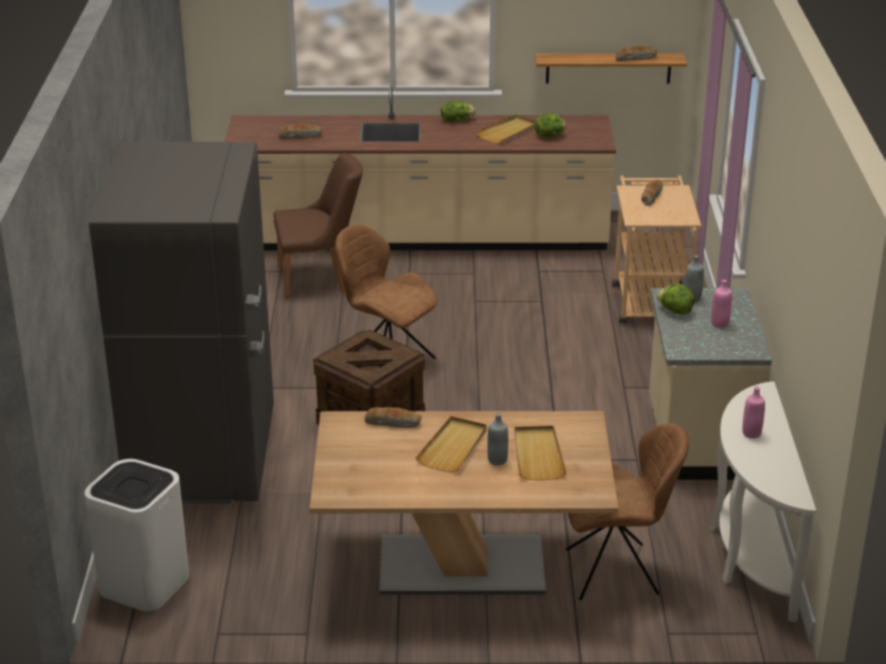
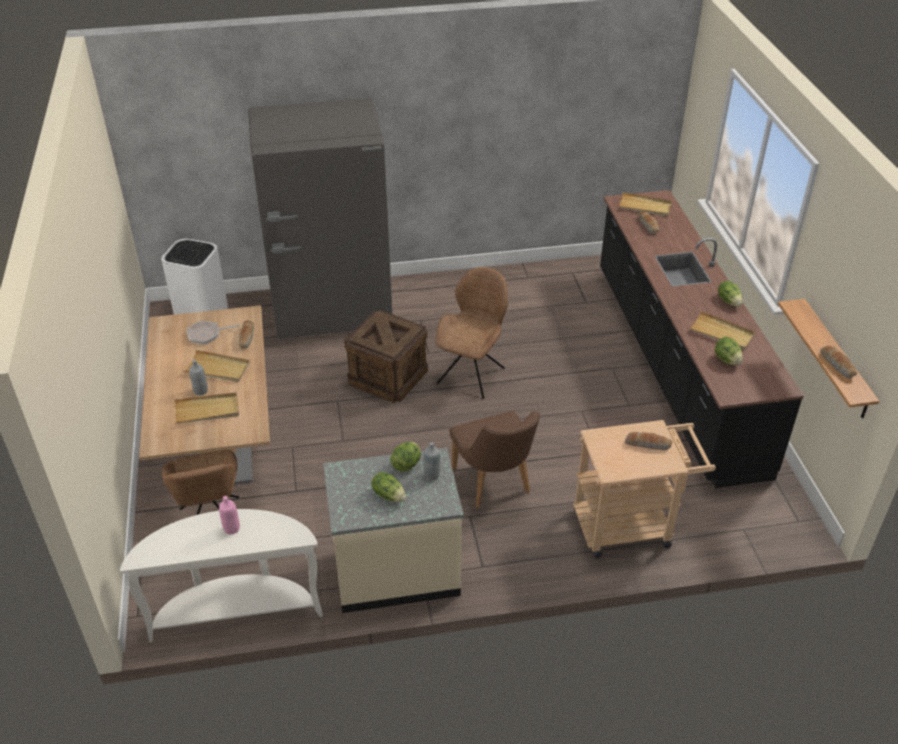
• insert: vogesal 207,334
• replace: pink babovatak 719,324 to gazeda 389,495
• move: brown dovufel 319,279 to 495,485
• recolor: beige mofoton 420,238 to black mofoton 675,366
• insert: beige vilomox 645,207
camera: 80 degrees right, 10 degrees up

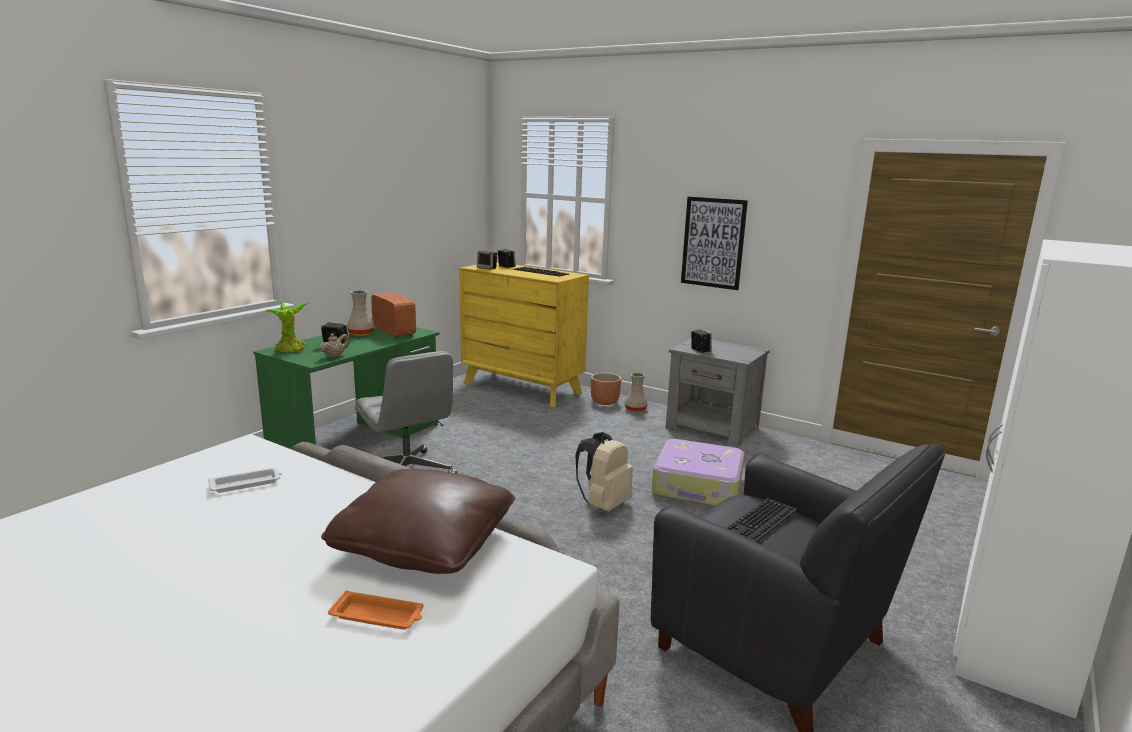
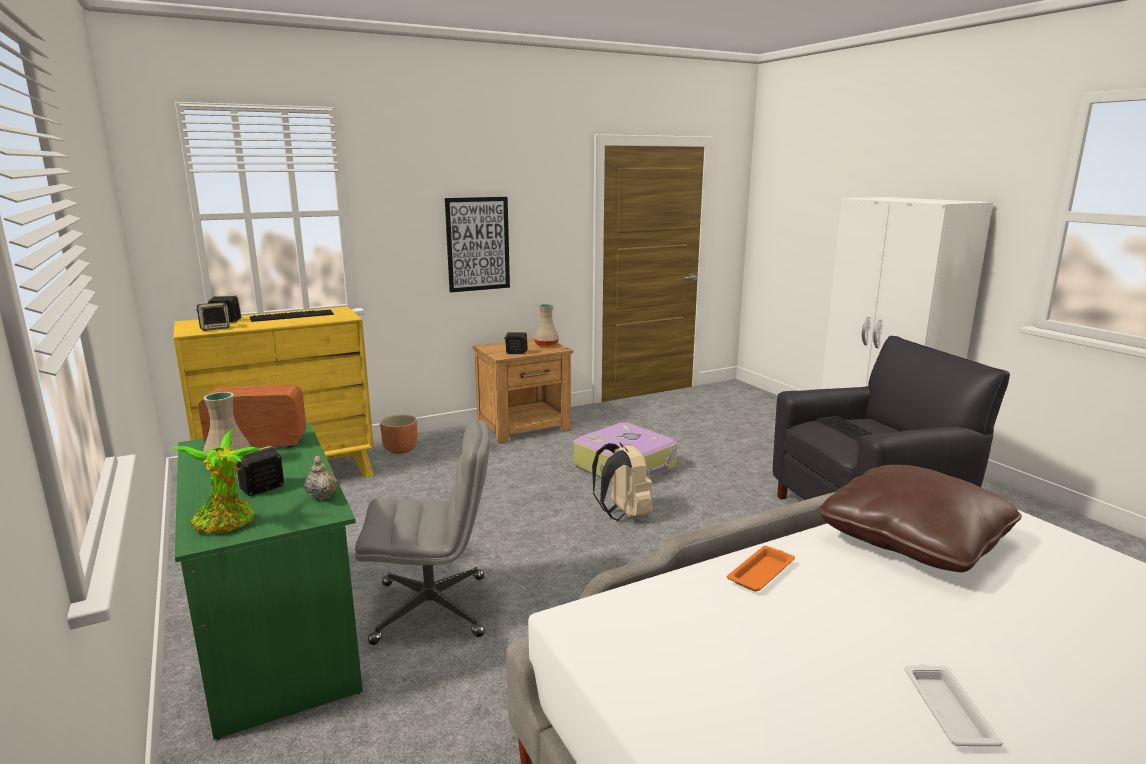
• recolor: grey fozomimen 713,428 to brown fozomimen 525,427
• move: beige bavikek 635,409 to 546,345
• move: orange vilomox 378,616 to 762,572
• move: white vilomox 246,483 to 947,709
camera: 60 degrees left, 0 degrees up

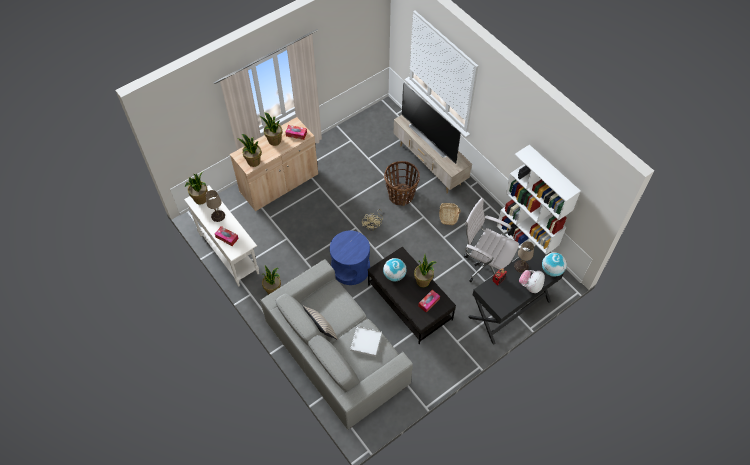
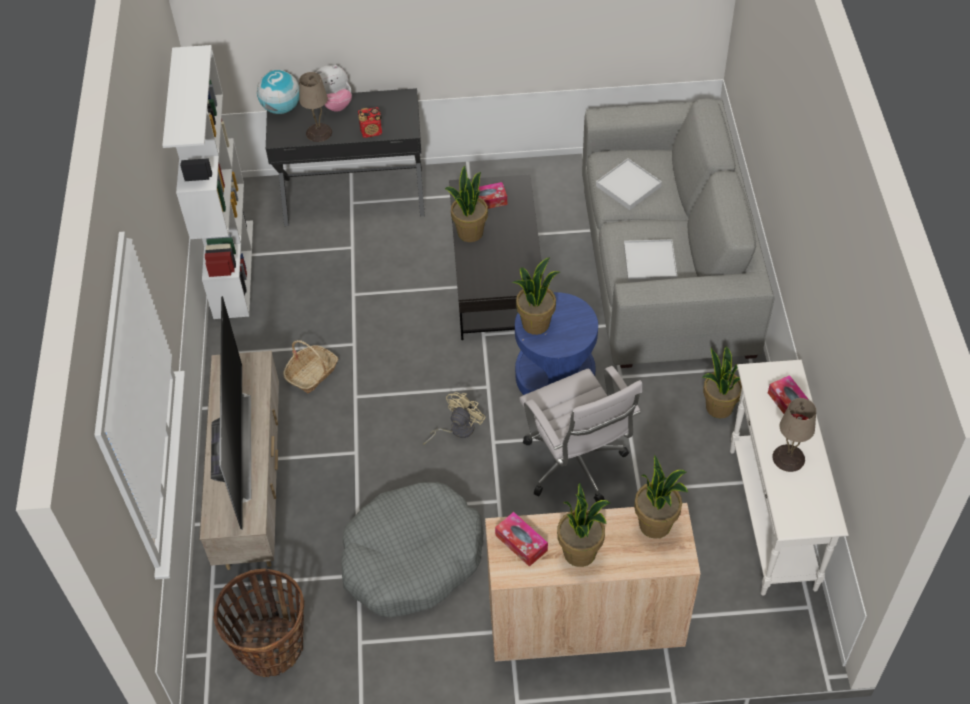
• move: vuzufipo 401,195 to 271,647
• insert: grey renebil 411,558
• move: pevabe 201,199 to 535,323
• move: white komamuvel 484,265 to 576,466
• insert: white vilomox 650,263
• delete: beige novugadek 321,330
• delete: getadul 394,275
camera: 145 degrees left, 5 degrees down

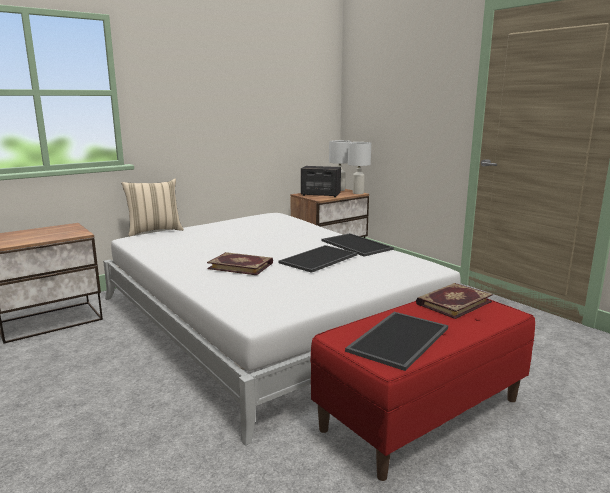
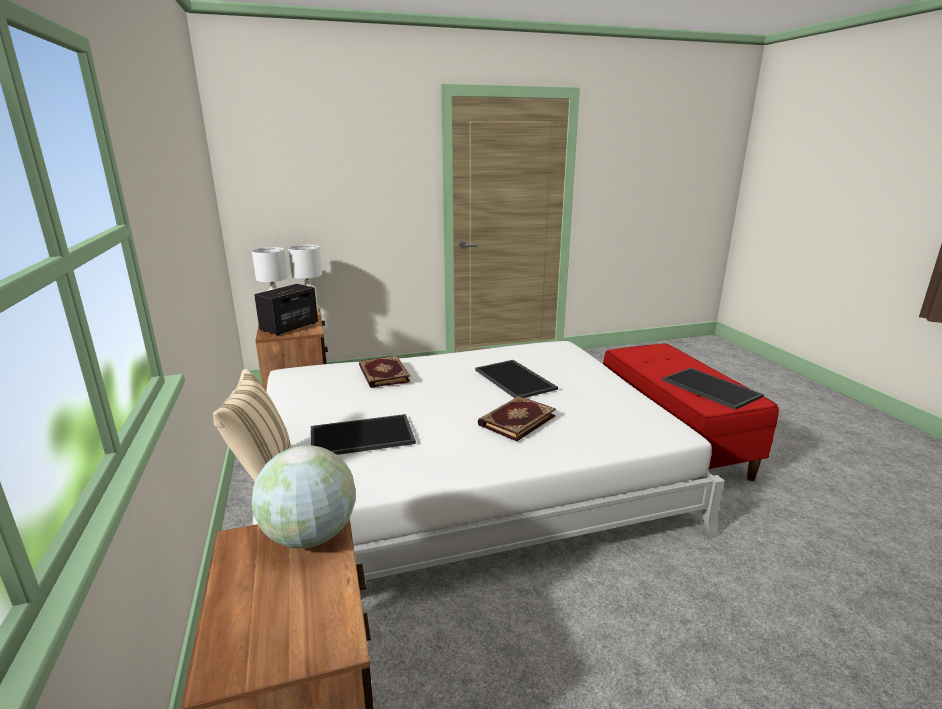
• insert: getadul 310,535
• move: vilomox 355,245 to 361,437
• move: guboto 453,302 to 383,374
camera: 70 degrees left, 5 degrees up

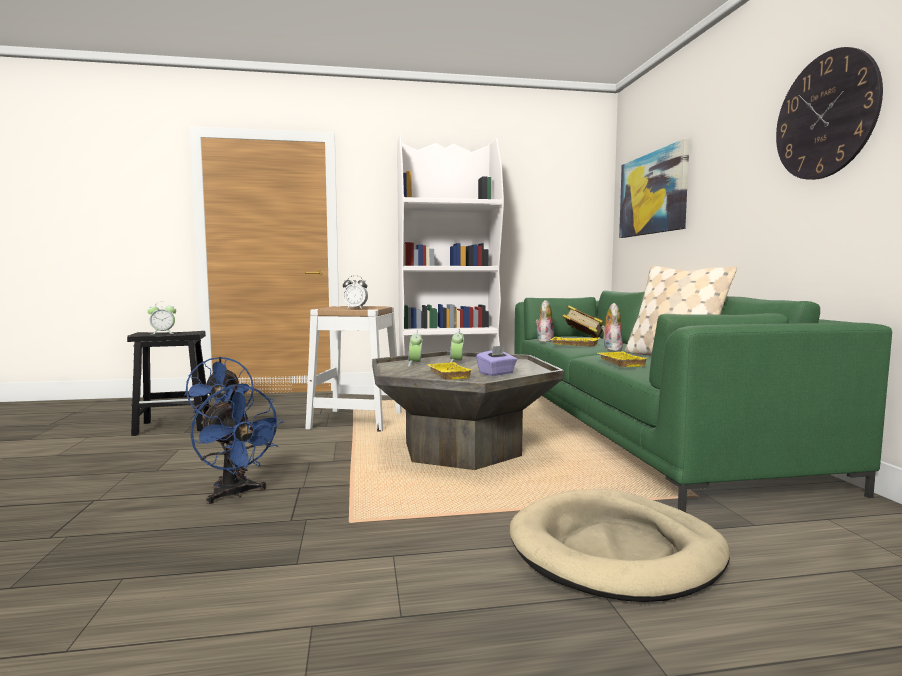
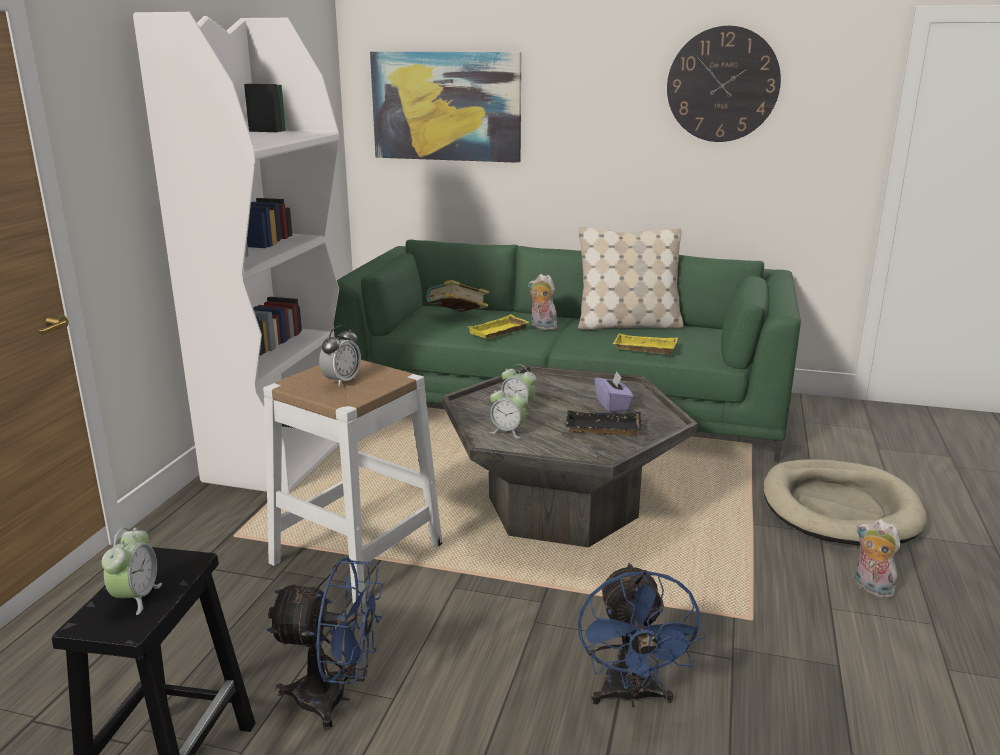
• recolor: yellow vilomox 447,374 to black vilomox 602,429
• rotate: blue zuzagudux 235,494 = 630,696 105 degrees clockwise
• move: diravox 544,340 to 871,589
camera: 65 degrees left, 15 degrees up

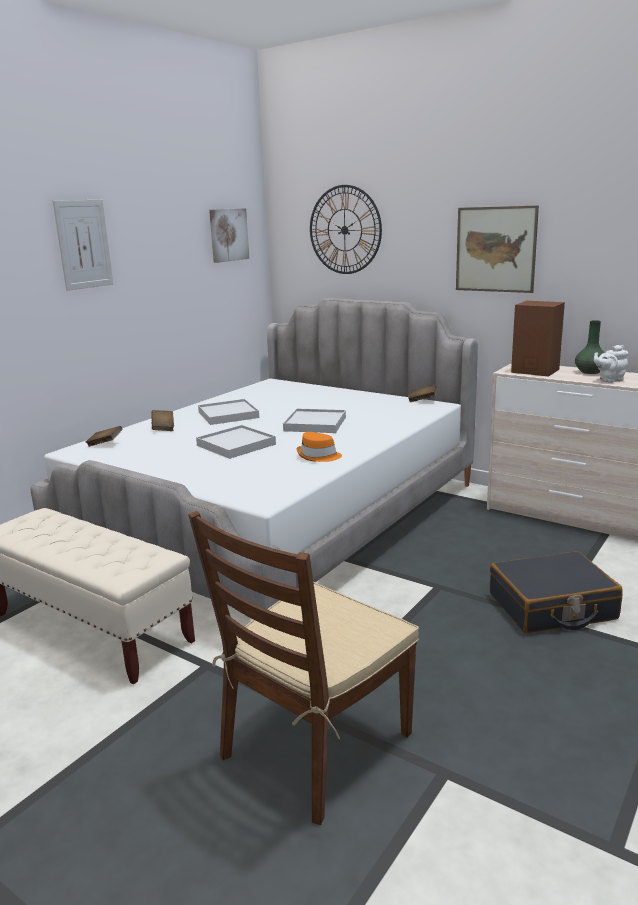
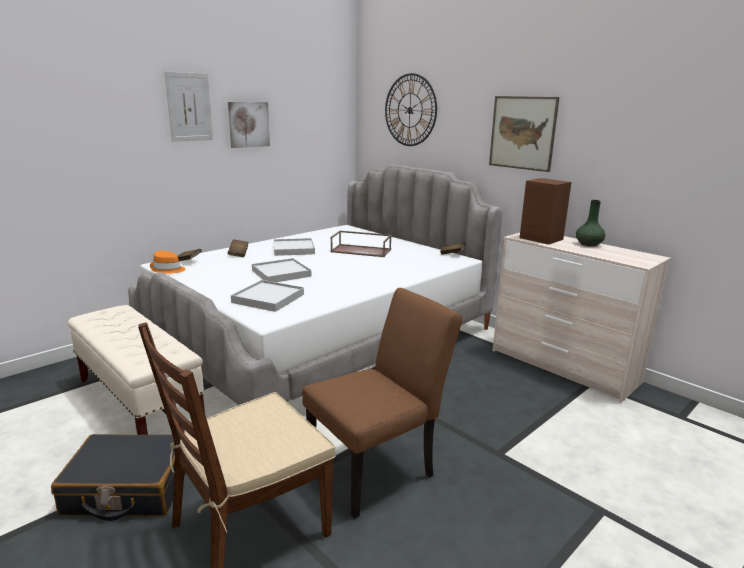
• move: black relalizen 552,607 to 128,489
• move: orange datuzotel 318,456 to 167,269
• move: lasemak 228,235 to 248,124
• move: white vilomox 315,424 to 268,298
• insert: brown dovufel 378,468
• insert: brown vilomox 361,250
• delete: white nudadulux 609,380
camera: 10 degrees right, 0 degrees up

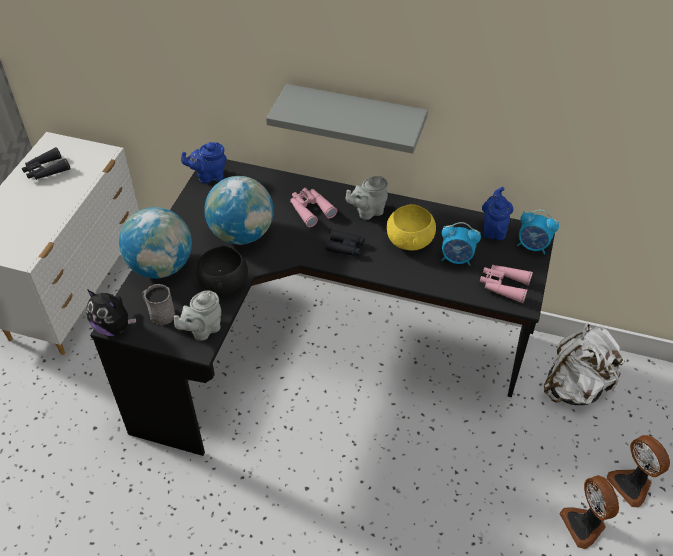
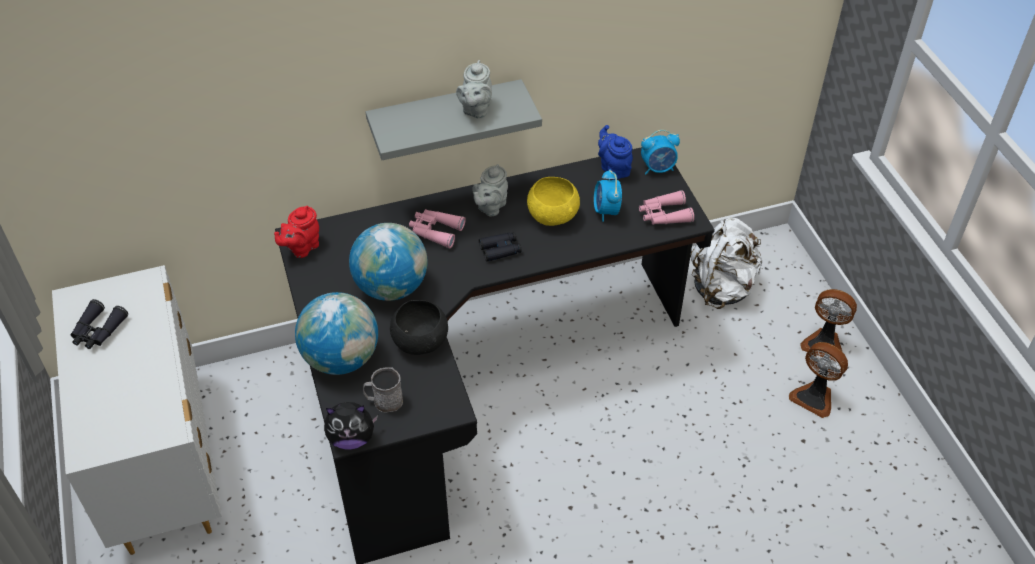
• recolor: blue nudadulux 209,176 to red nudadulux 301,248
• move: grey nudadulux 202,330 to 475,110
• rotate: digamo 457,259 = 606,211 105 degrees clockwise
camera: 35 degrees left, 0 degrees up

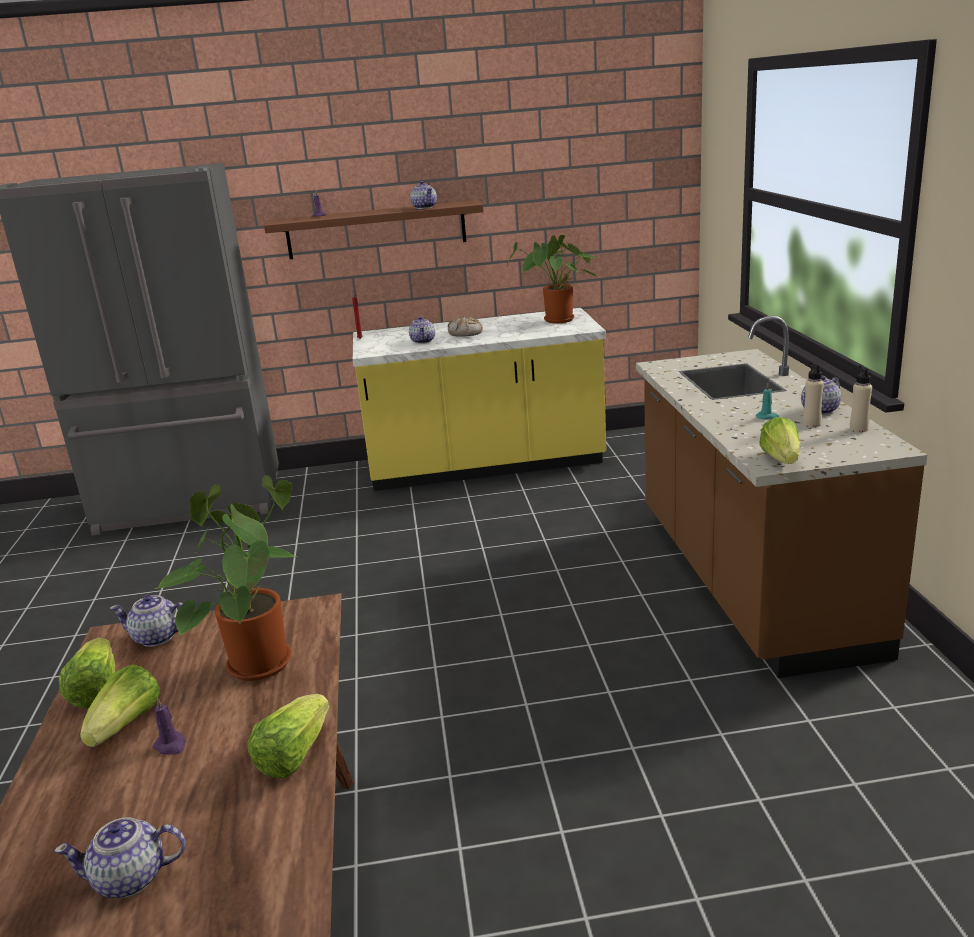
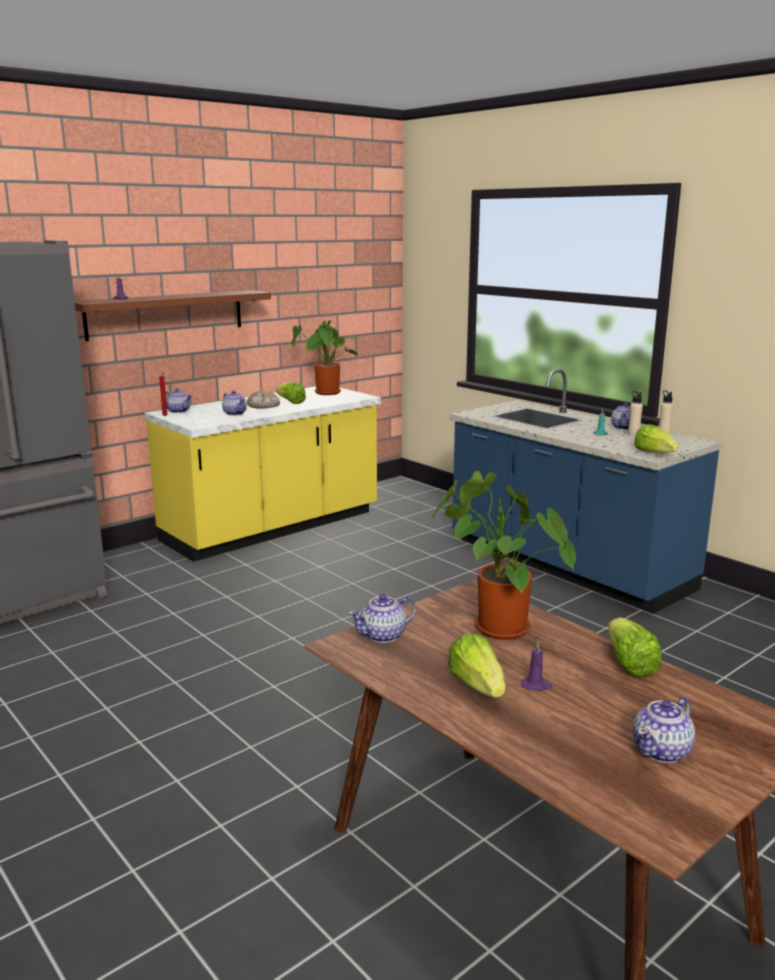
• move: nudadulux 424,207 to 178,411
• move: gazeda 96,690 to 290,402
• recolor: brown mofoton 749,579 to blue mofoton 566,565
camera: 35 degrees left, 5 degrees down

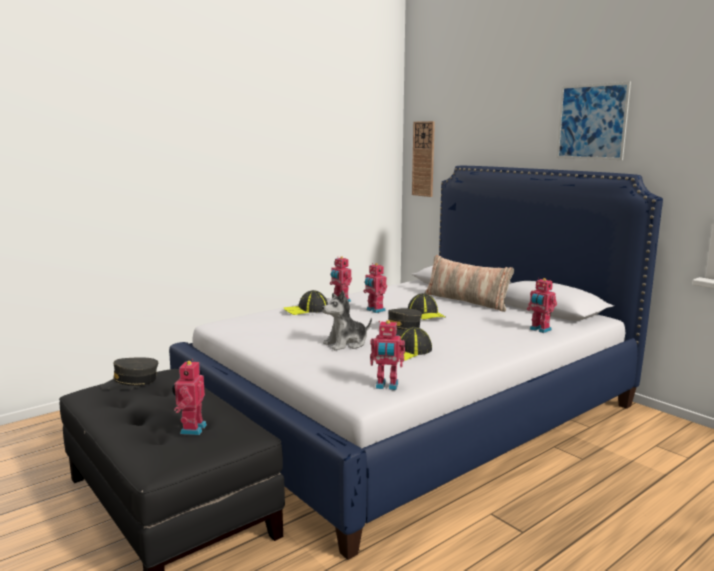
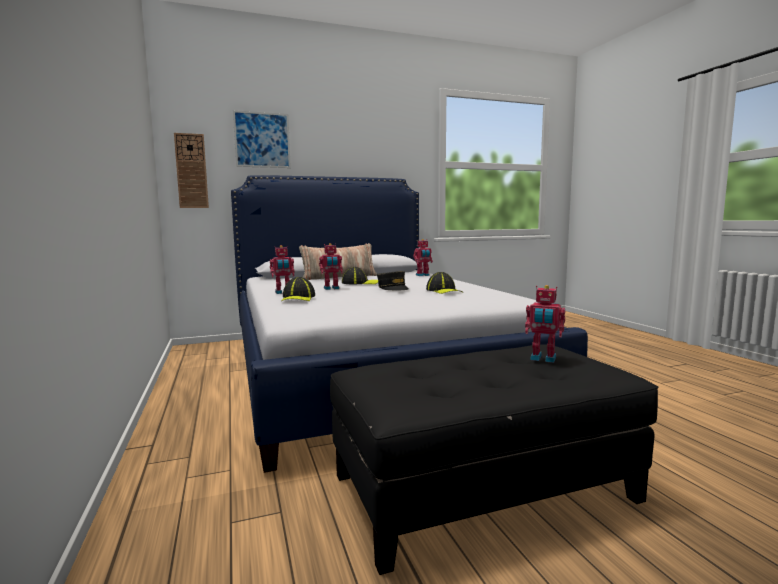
• move: lasemak 592,122 to 262,140
• delete: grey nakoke 132,382
• delete: diravox 346,344
• delete: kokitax 386,386
camera: 70 degrees left, 5 degrees down

